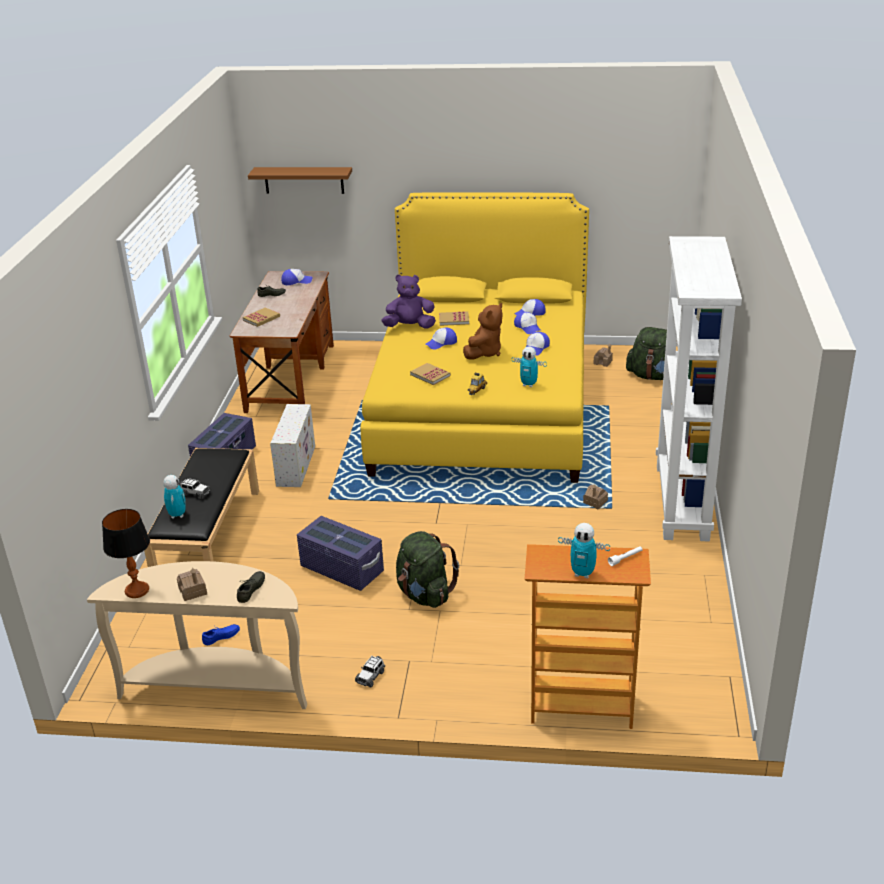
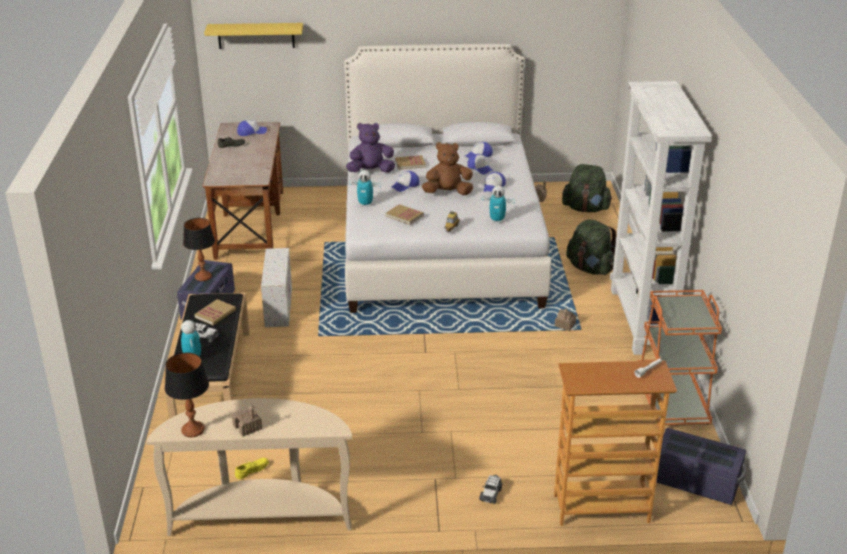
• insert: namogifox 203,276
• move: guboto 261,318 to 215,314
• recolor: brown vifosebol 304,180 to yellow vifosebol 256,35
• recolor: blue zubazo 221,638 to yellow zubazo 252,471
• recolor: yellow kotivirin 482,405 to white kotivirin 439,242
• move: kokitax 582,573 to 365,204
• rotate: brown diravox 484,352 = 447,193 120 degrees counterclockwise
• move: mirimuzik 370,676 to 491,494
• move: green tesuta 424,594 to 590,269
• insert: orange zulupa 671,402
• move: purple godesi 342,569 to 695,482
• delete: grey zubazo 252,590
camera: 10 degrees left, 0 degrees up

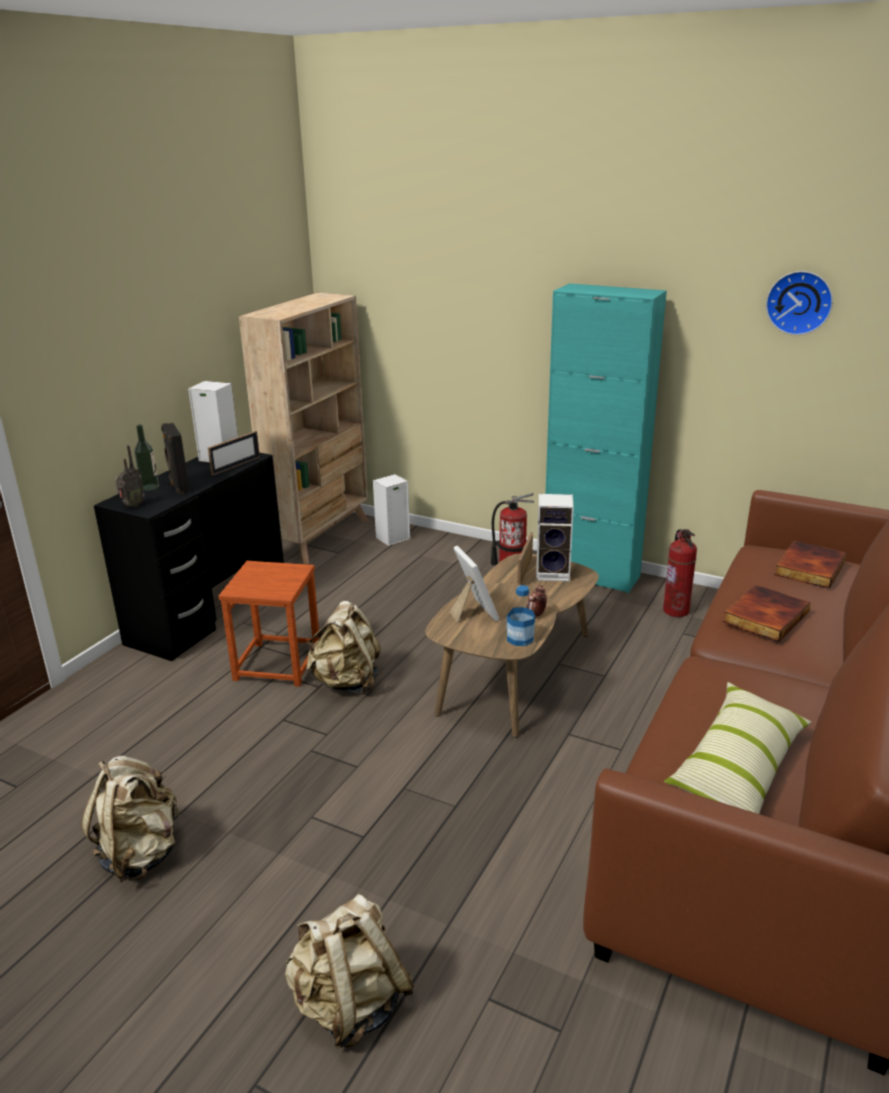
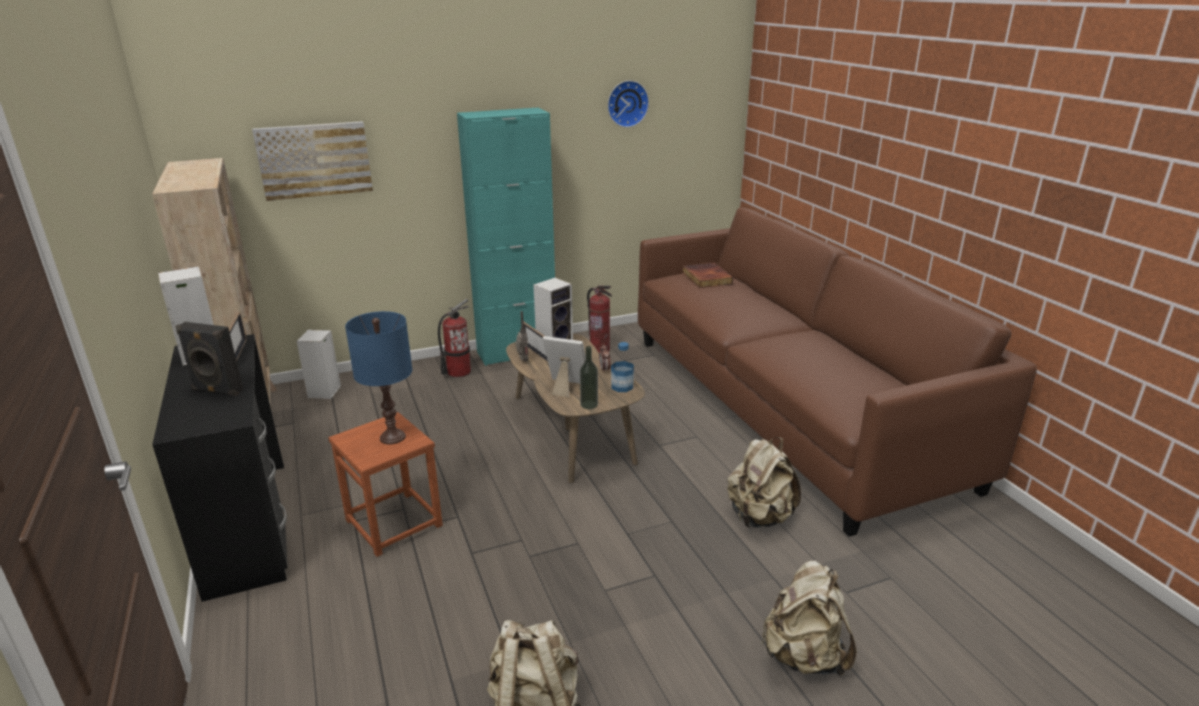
• insert: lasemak 314,160
• insert: blue namogifox 393,437
• move: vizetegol 132,506 to 522,361
• move: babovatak 150,487 to 589,404
• move: beige tesuta 347,682 to 759,517
• delete: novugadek 738,768
• delete: guboto 764,616
camera: 50 degrees left, 0 degrees up

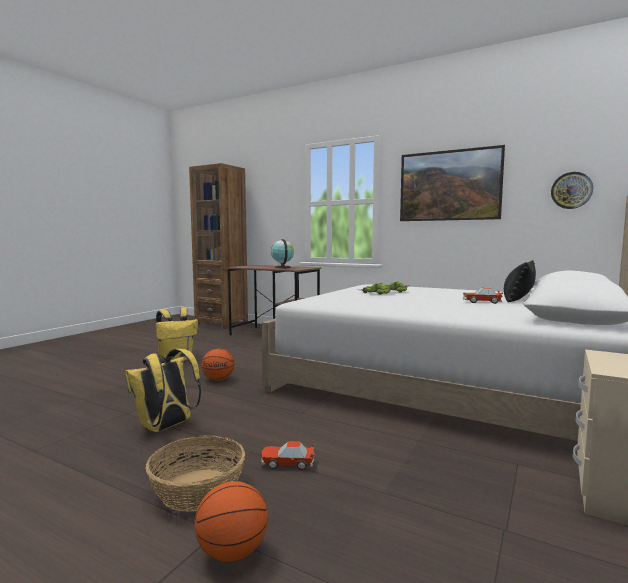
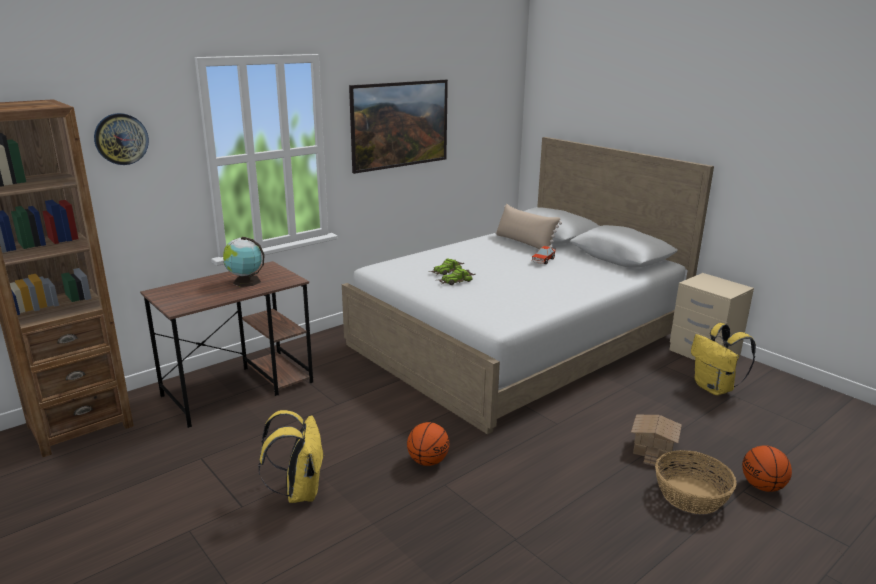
• move: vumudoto 571,190 to 121,139
• recolor: black novugadek 518,297 to beige novugadek 524,243
• replace: mirimuzik 287,463 to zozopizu 654,448
• move: yellow tesuta 166,427 to 715,388
camera: 70 degrees left, 15 degrees up

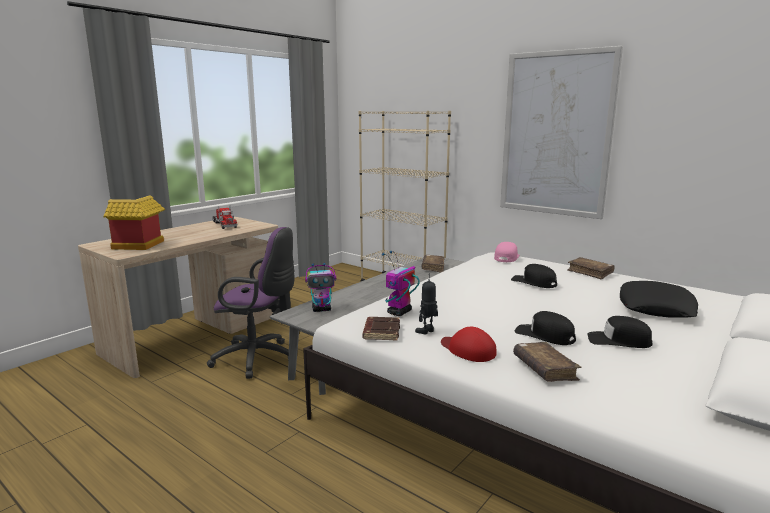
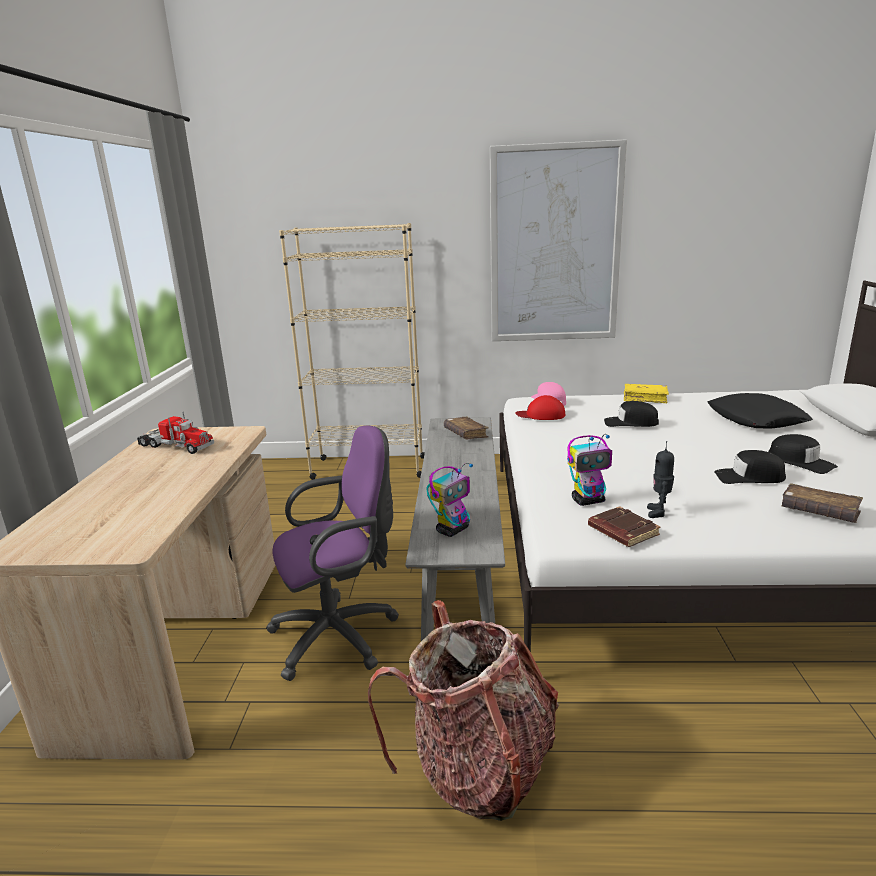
• insert: tesuta 478,768
• move: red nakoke 468,350 to 541,415
• rotate: kokitax 399,312 = 588,501 105 degrees counterclockwise
• recolor: brown guboto 590,272 to yellow guboto 645,398
• rotate: black nakoke 618,341 = 800,462 105 degrees counterclockwise
• delete: zozopizu 138,246
camera: 35 degrees left, 5 degrees up

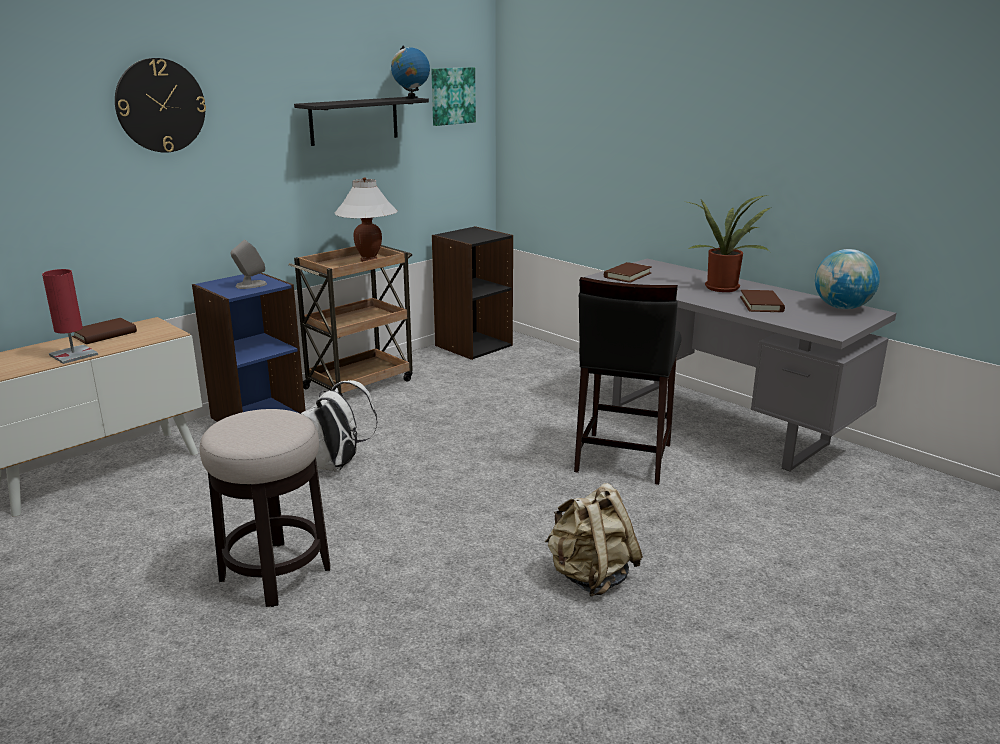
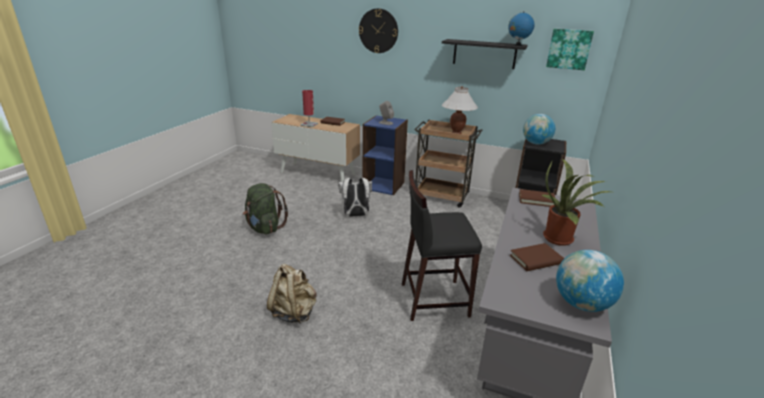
• replace: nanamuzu 275,573 to green tesuta 264,228
• insert: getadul 536,143
camera: 65 degrees right, 5 degrees up

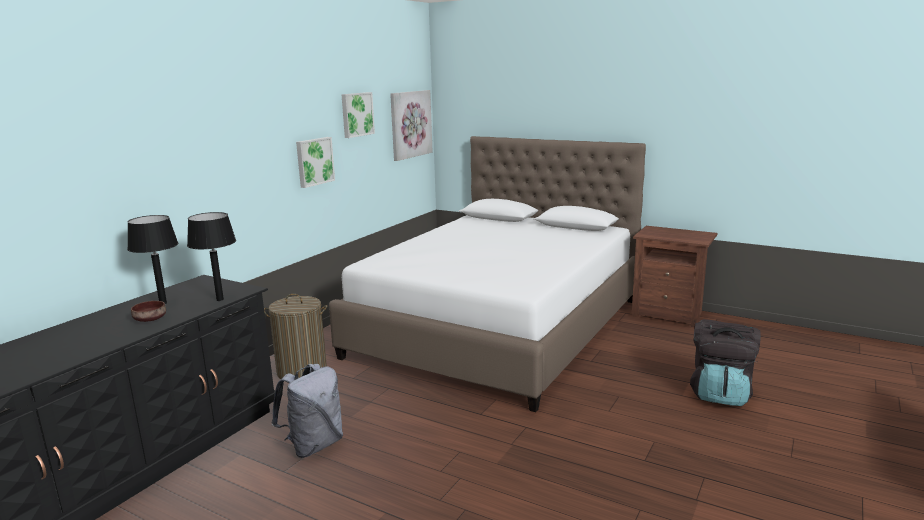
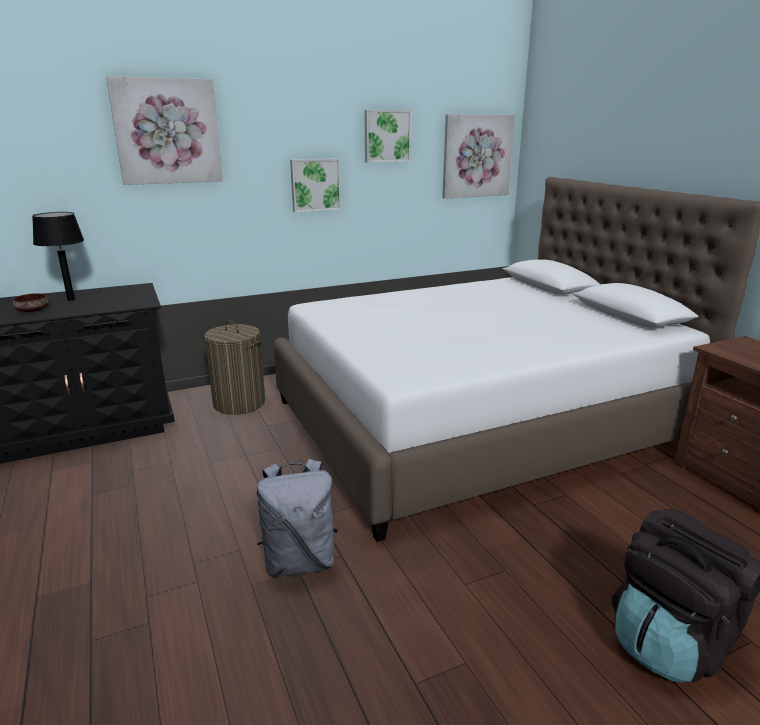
• insert: lasemak 167,131
• move: grey tesuta 314,445 to 299,561
• delete: black namogifox 219,299
camera: 35 degrees right, 5 degrees up

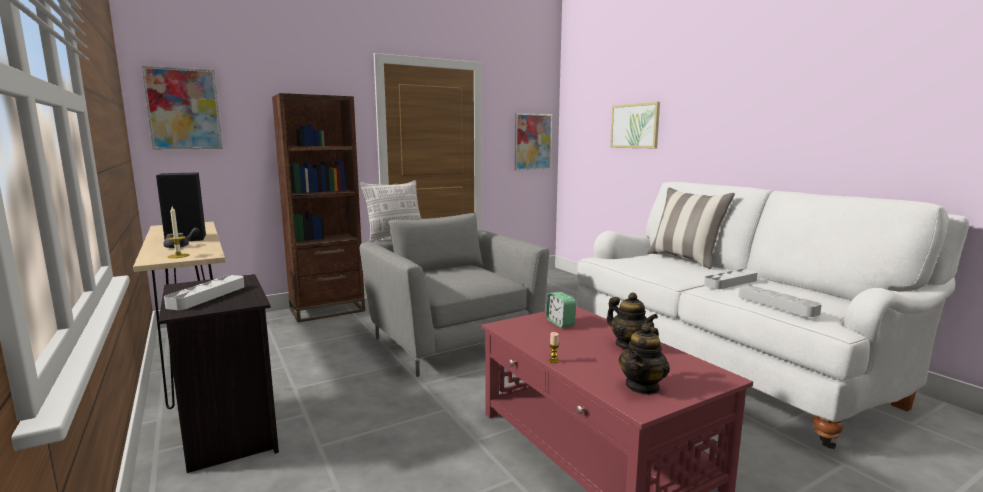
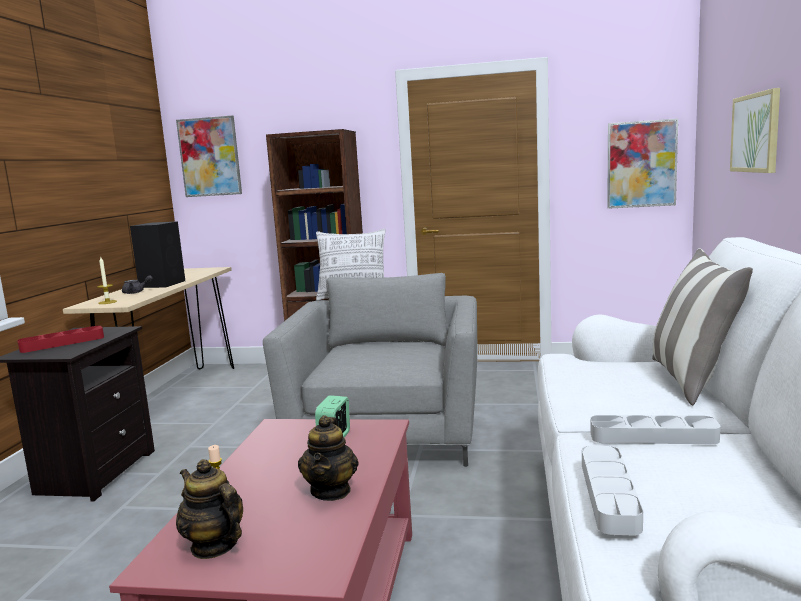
• recolor: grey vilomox 207,296 to red vilomox 62,343
• rotate: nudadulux 643,386 = 214,546 60 degrees clockwise
camera: 40 degrees right, 0 degrees up

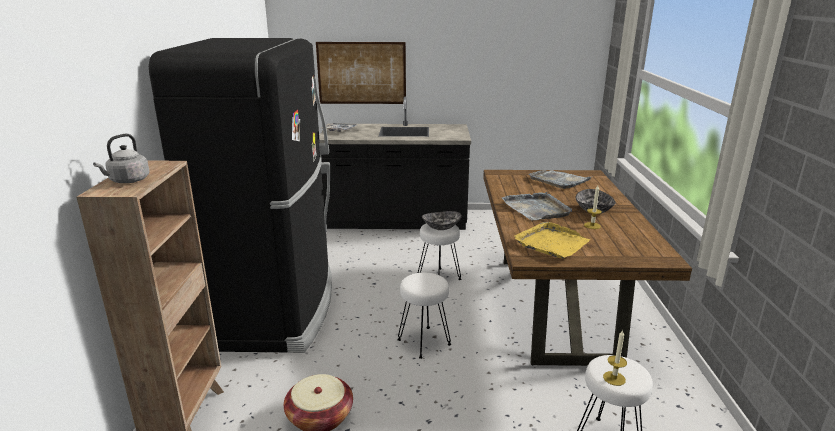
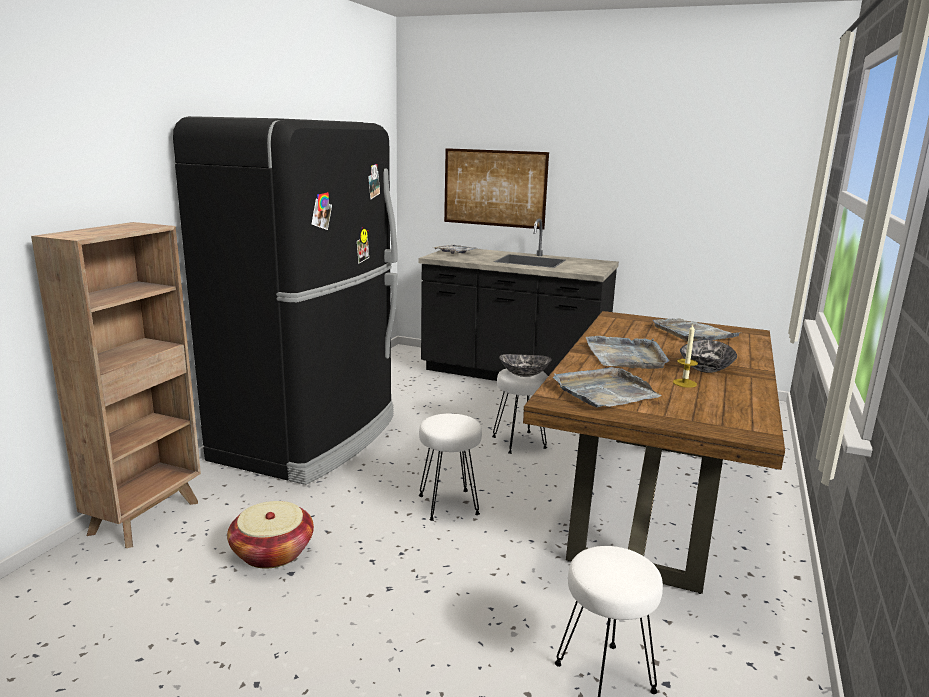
• recolor: yellow vilomox 552,243 to grey vilomox 604,392
• delete: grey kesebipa 127,181
• delete: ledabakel 614,378
camera: 20 degrees right, 5 degrees down

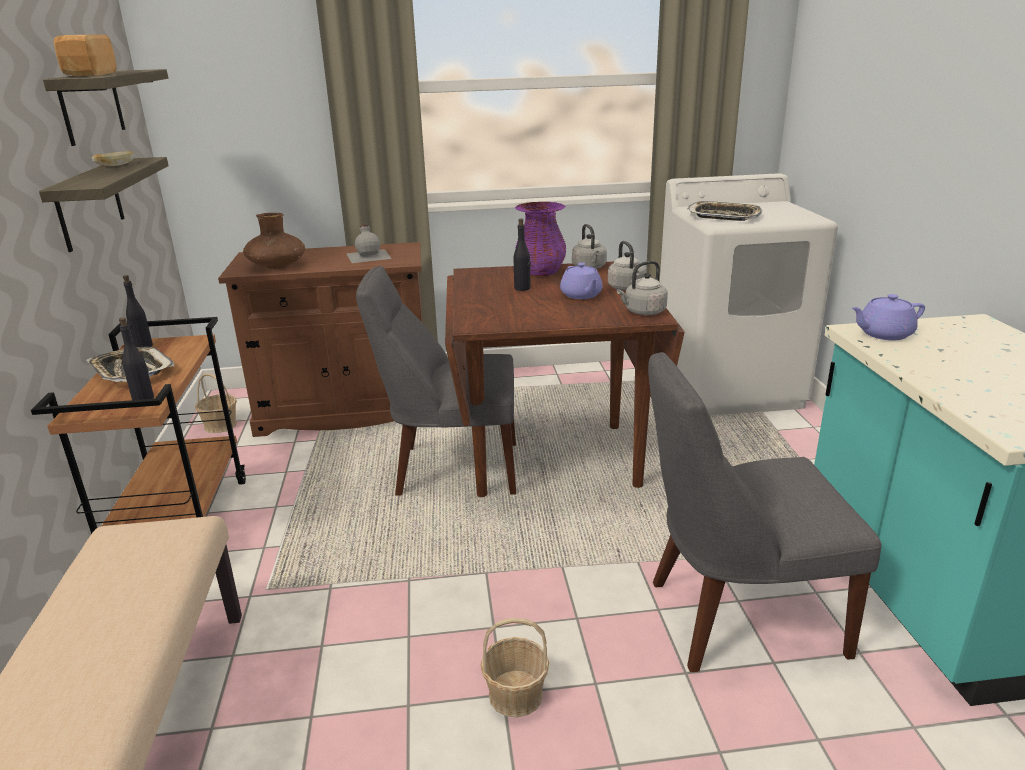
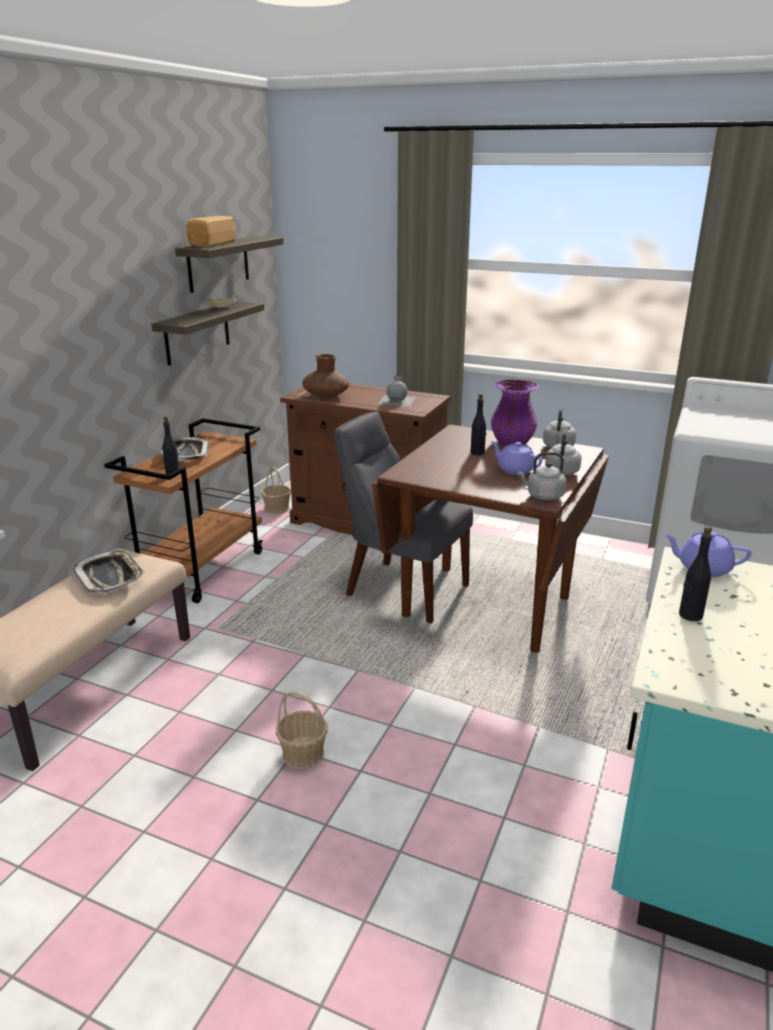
• move: vilomox 723,216 to 110,577
• rotate: purple nudadulux 581,295 = 515,470 120 degrees clockwise
• move: black babovatak 143,346 to 690,615
• delete: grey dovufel 736,617
camera: 30 degrees right, 0 degrees up

